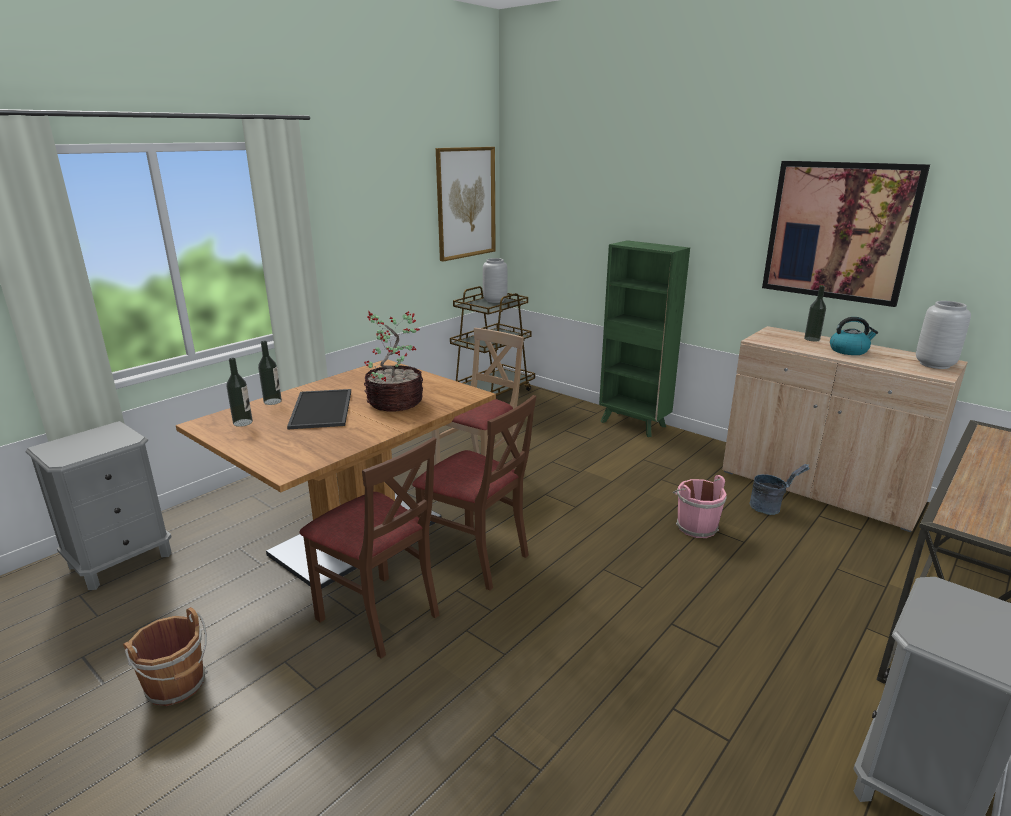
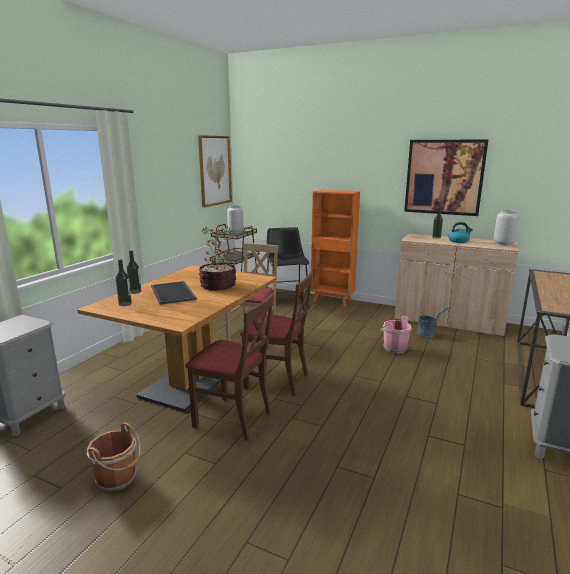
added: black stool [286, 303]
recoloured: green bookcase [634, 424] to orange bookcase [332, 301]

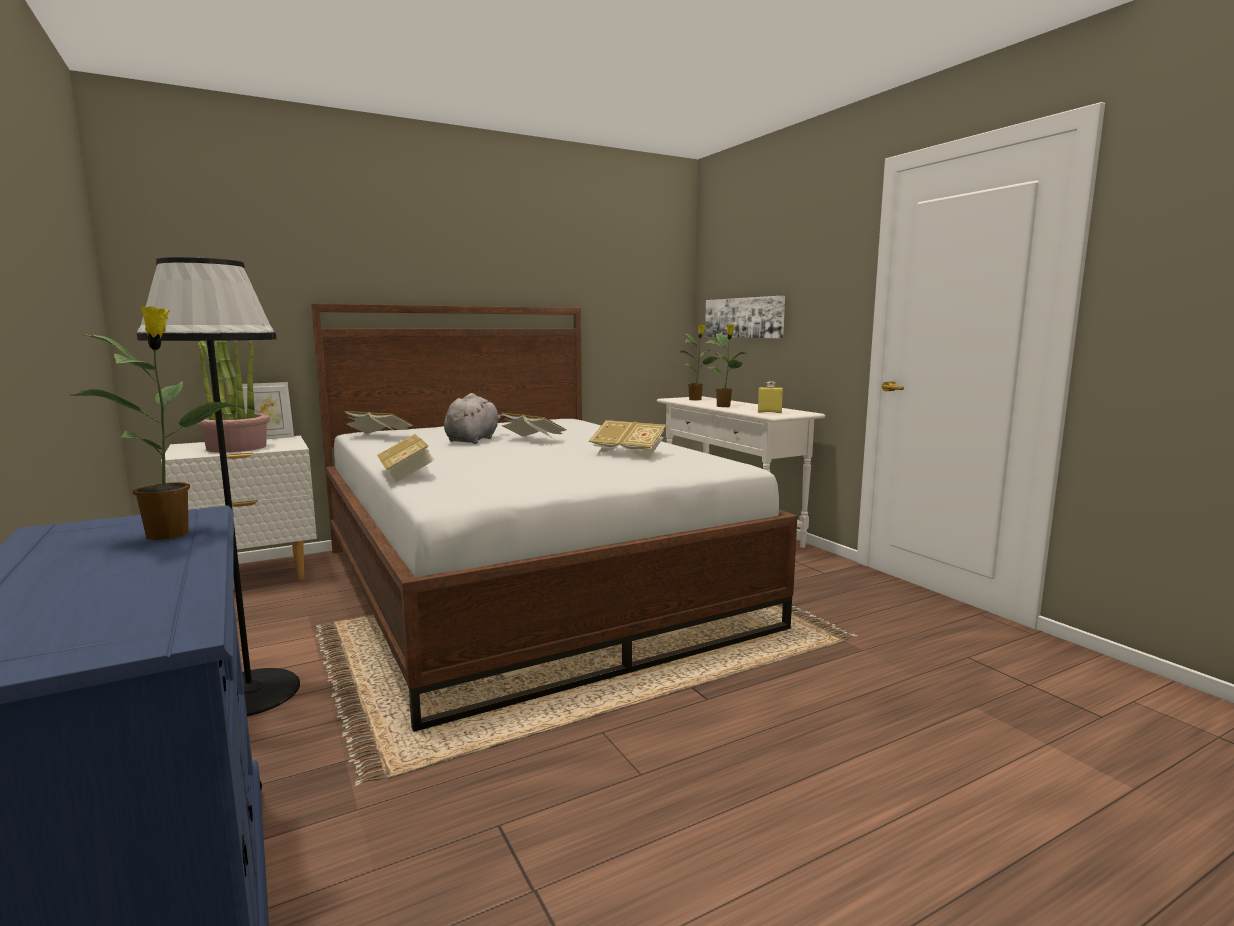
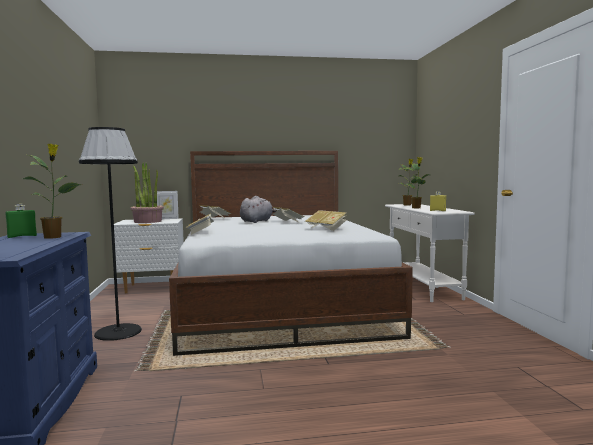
removed: picture [744, 318]
added: green bottle [22, 236]

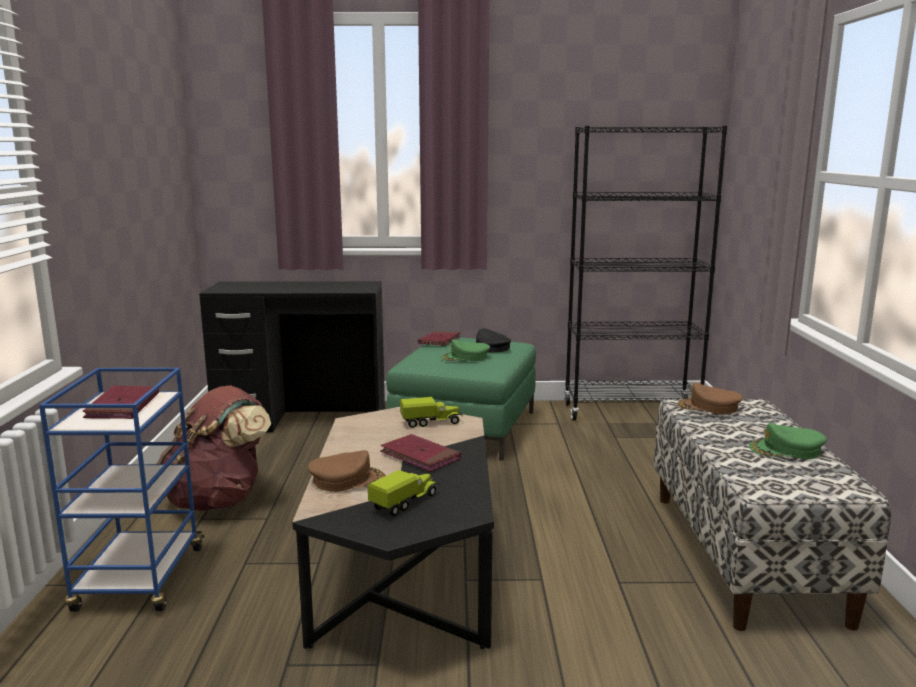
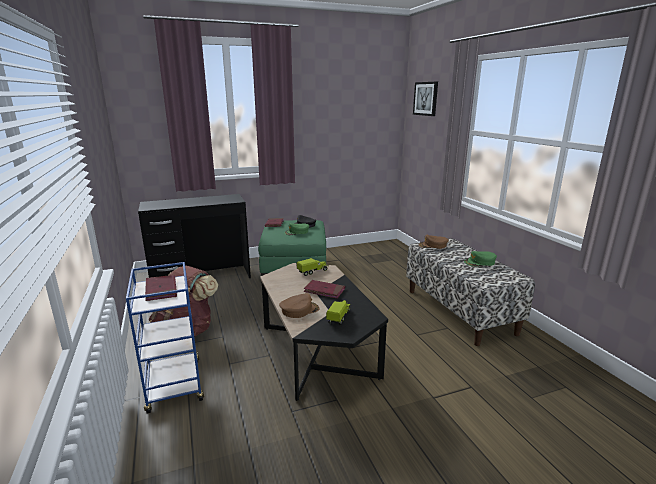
removed: black bookcase [631, 412]
added: picture [426, 98]

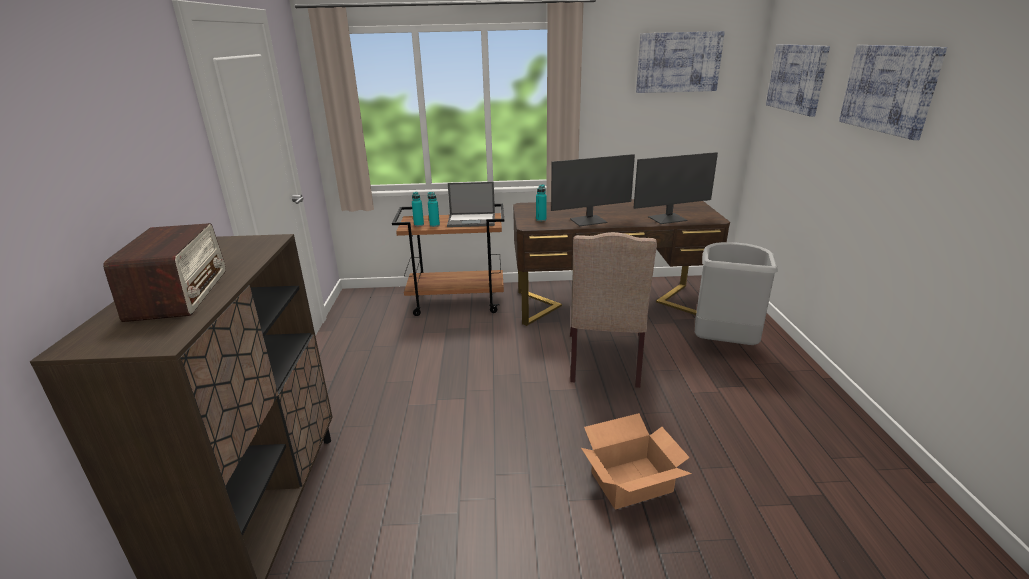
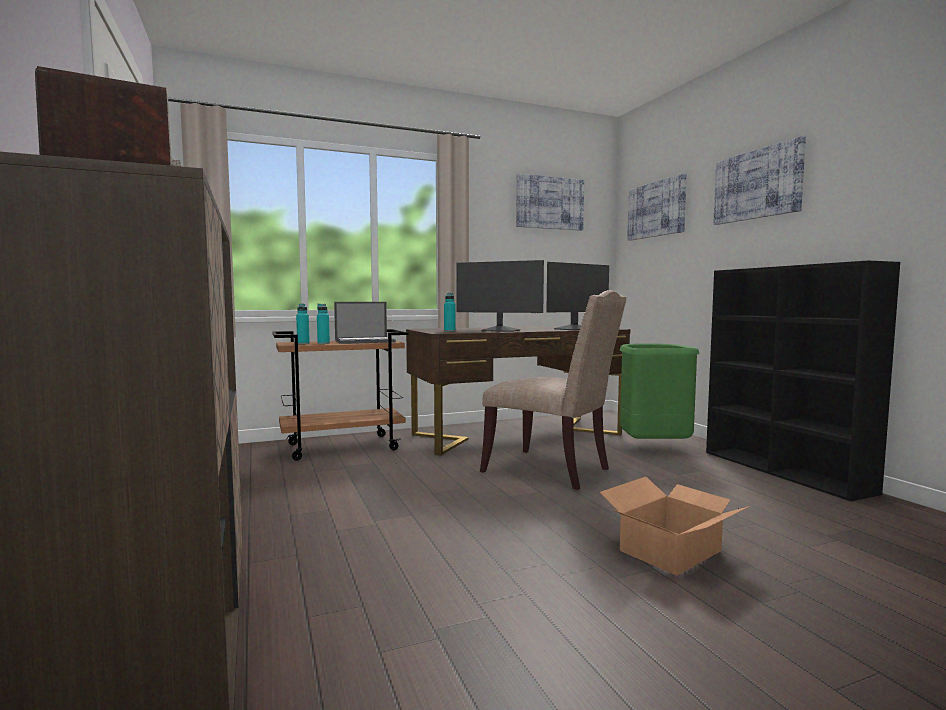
added: black bookcase [785, 471]
recoloured: grey trash can [723, 343] to green trash can [652, 448]
turned: monitor [589, 221] = [500, 330] 60 degrees clockwise; beige chair [605, 362] = [552, 470] 45 degrees counterclockwise

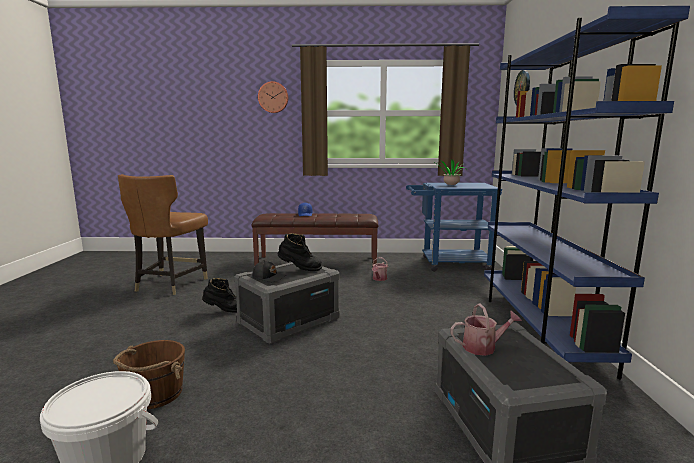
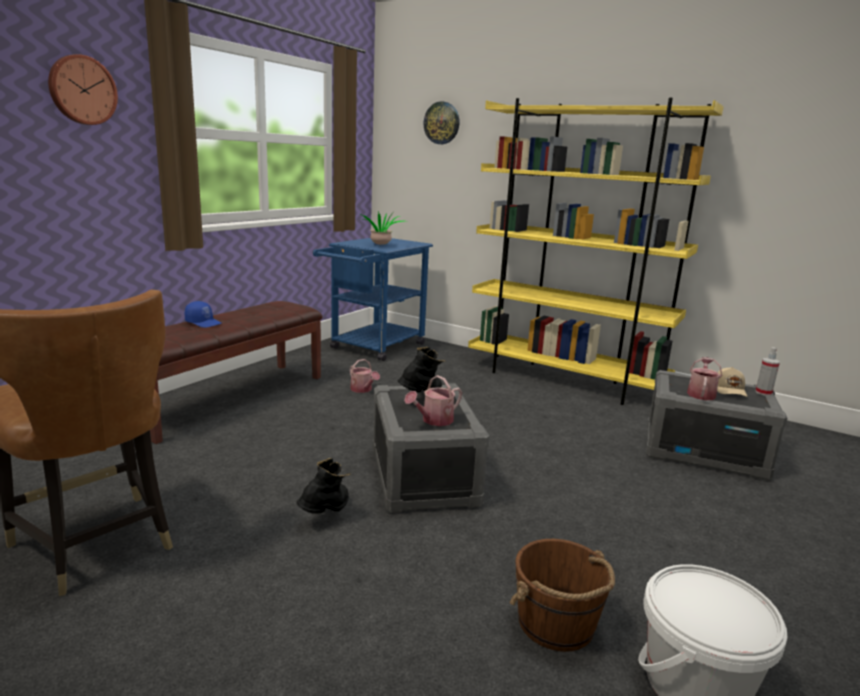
added: beige cap [730, 390]; spray bottle [763, 393]
replaced: black cap [269, 277] to watering can [434, 420]
recoloured: blue bookcase [538, 328] to yellow bookcase [564, 380]

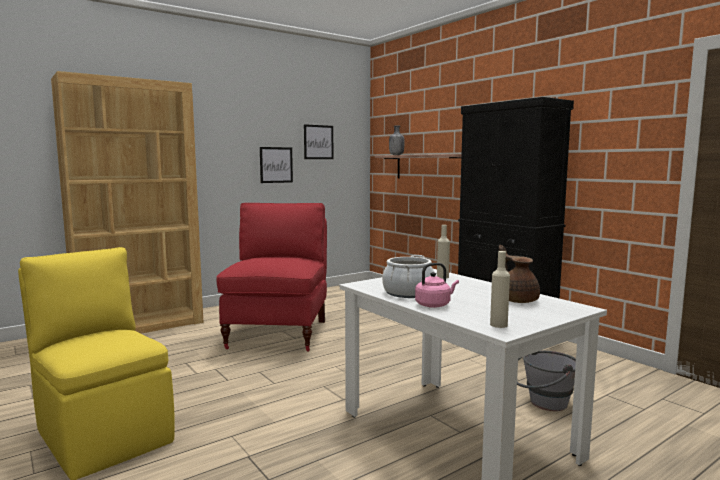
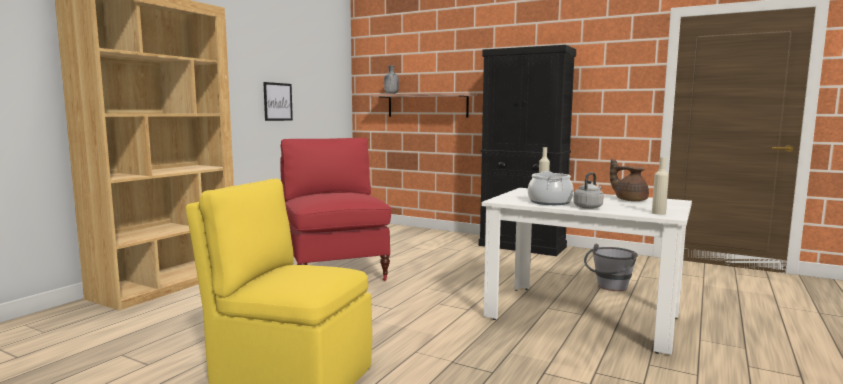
removed: picture [318, 142]
recoloured: pink kettle [434, 305] to grey kettle [588, 207]

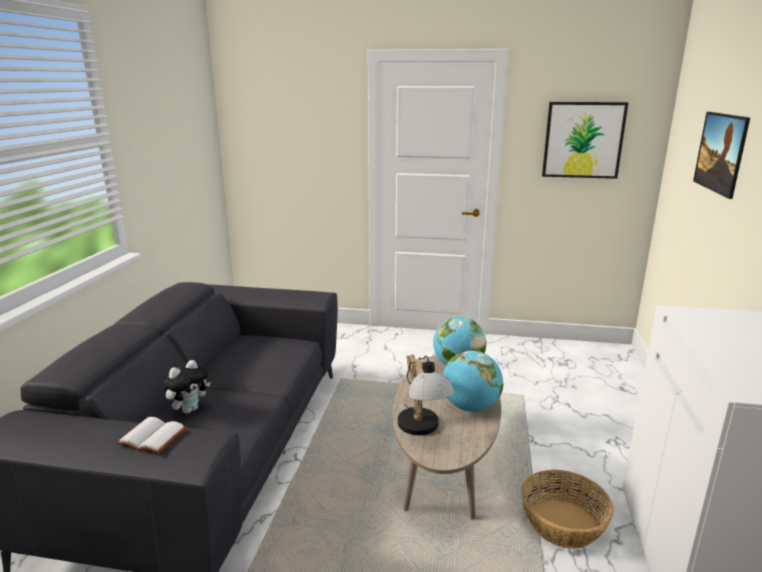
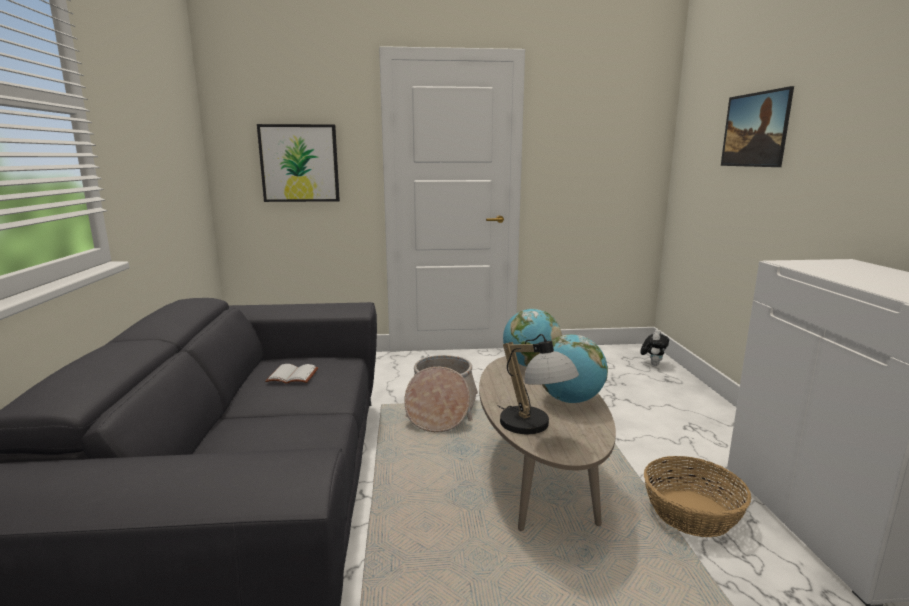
added: basket [441, 410]
moved: picture [583, 140] to [299, 163]; white book [154, 436] to [293, 375]; plush toy [190, 409] to [653, 364]

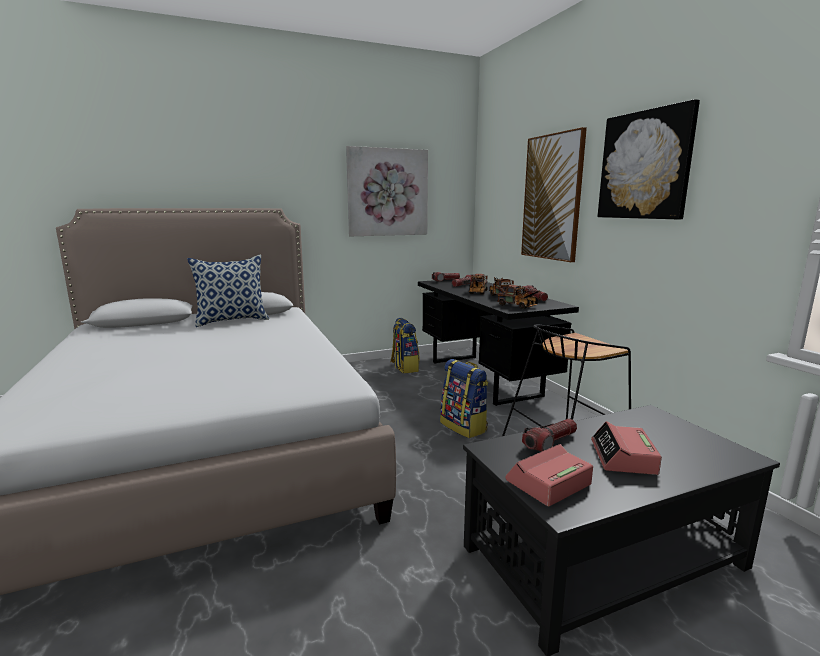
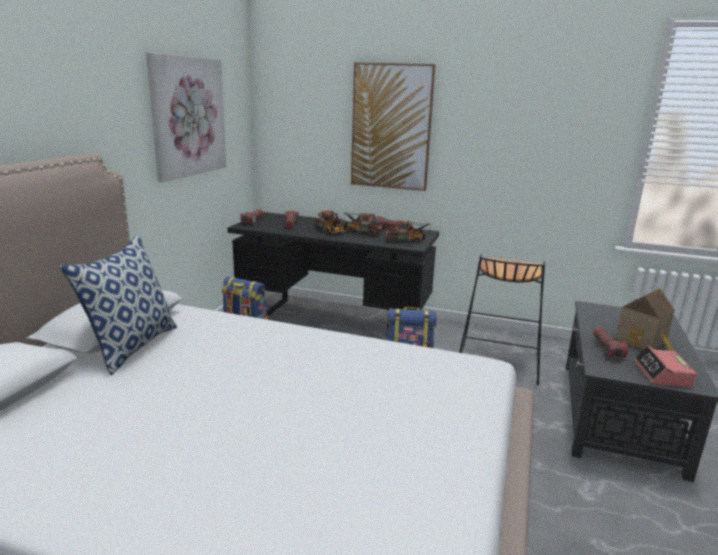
removed: picture [645, 165]
replaced: alarm clock [623, 457] to toy house [643, 341]

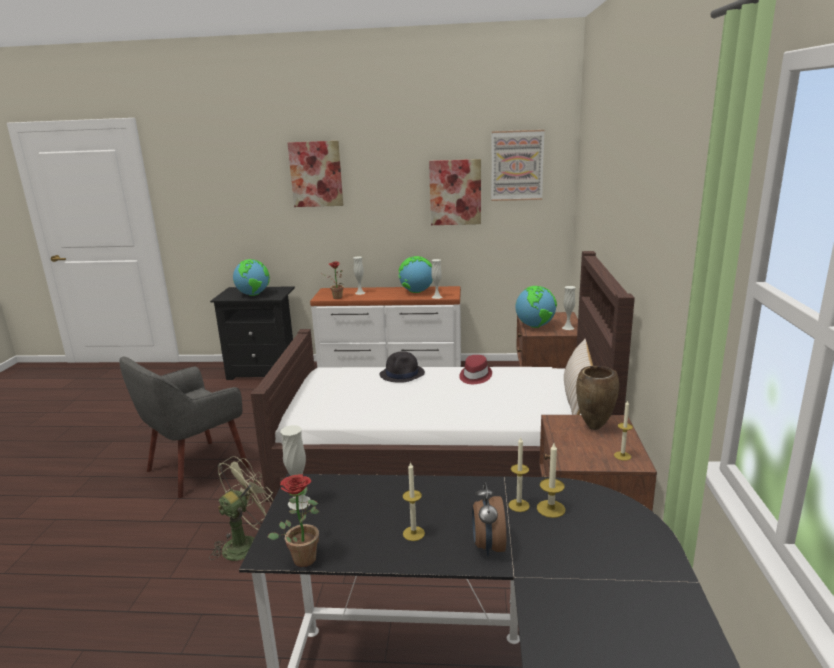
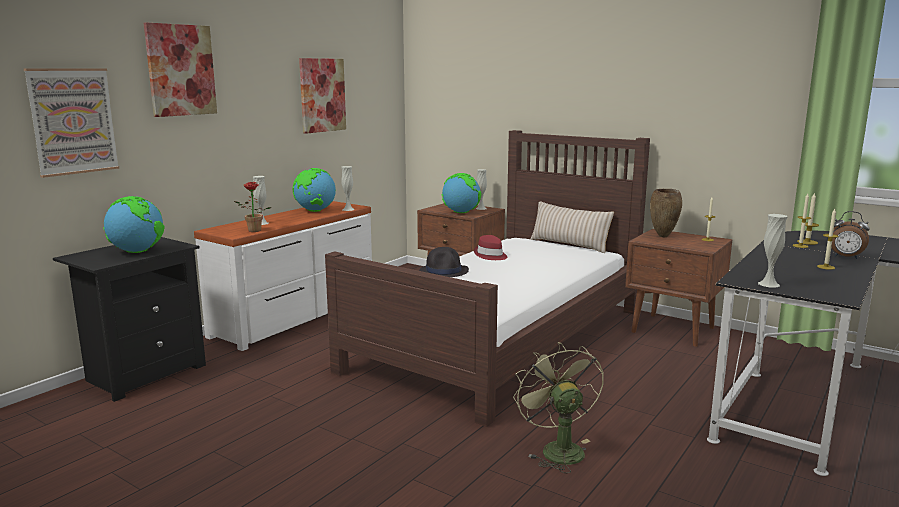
removed: grey armchair [195, 468]; potted plant [303, 555]
moved: picture [517, 165] to [73, 121]

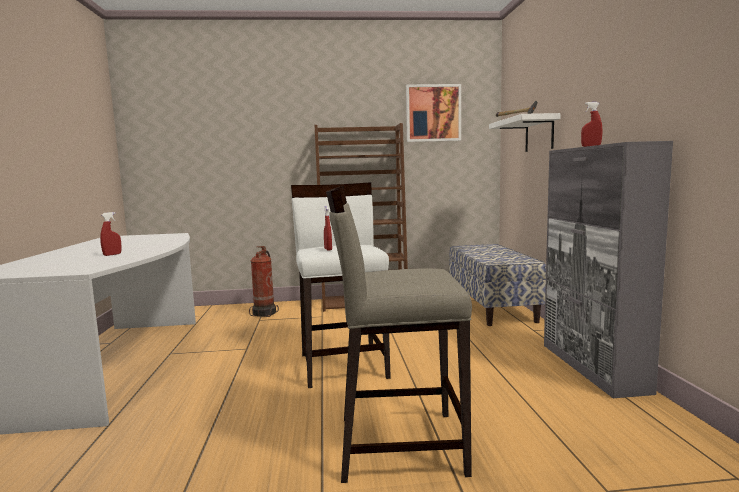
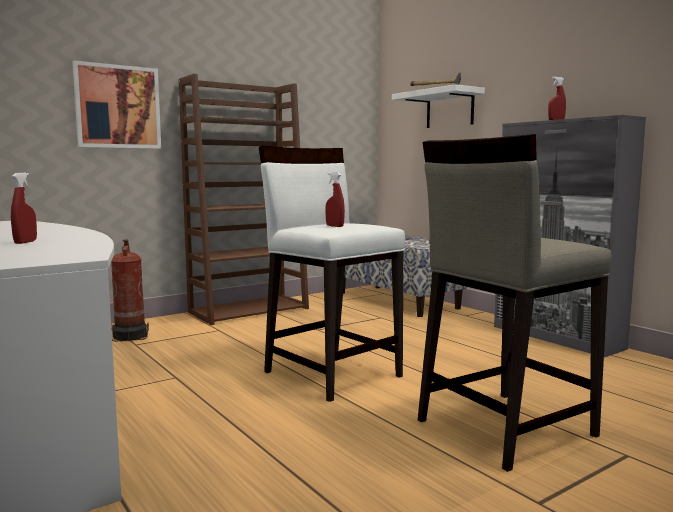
moved: picture [433, 113] to [118, 107]

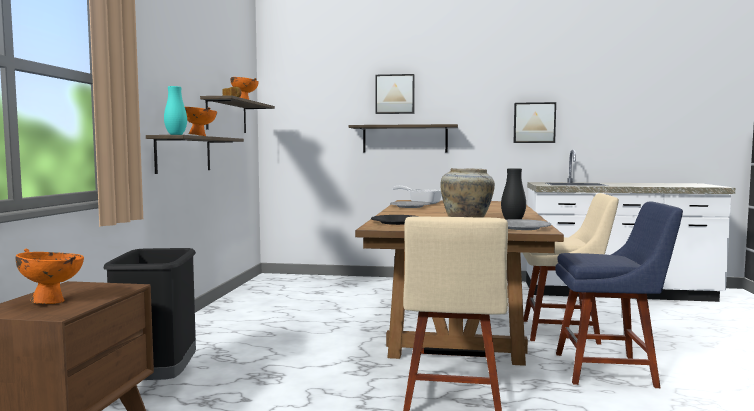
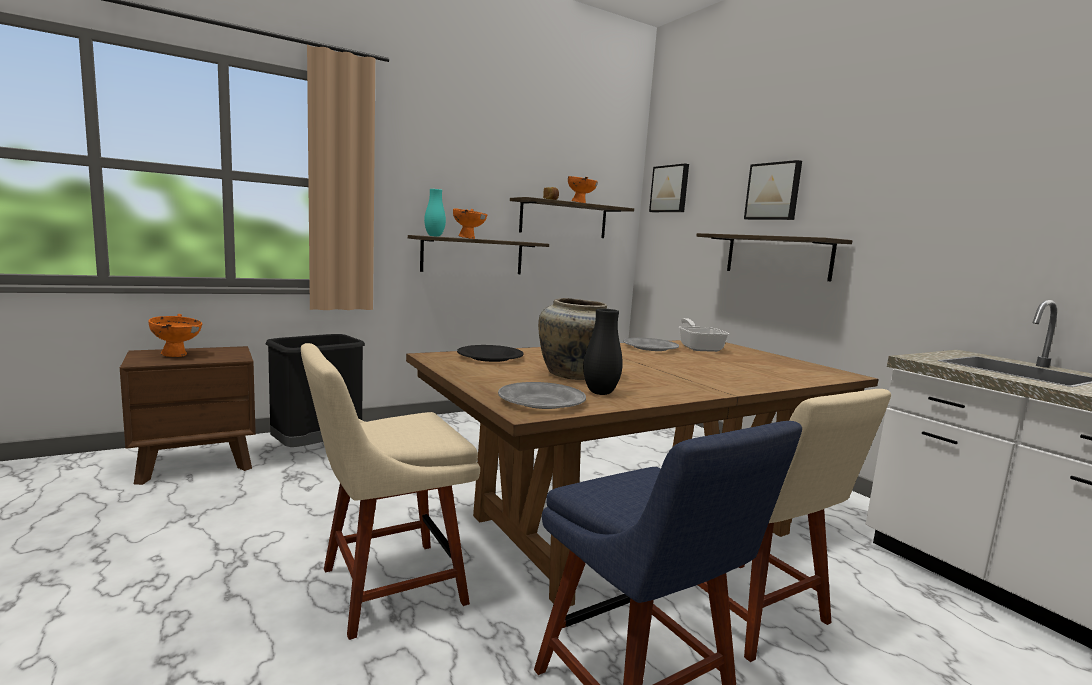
moved: picture [534, 123] to [670, 189]

